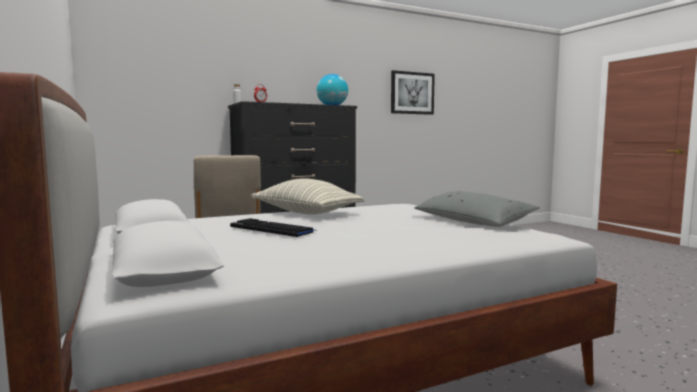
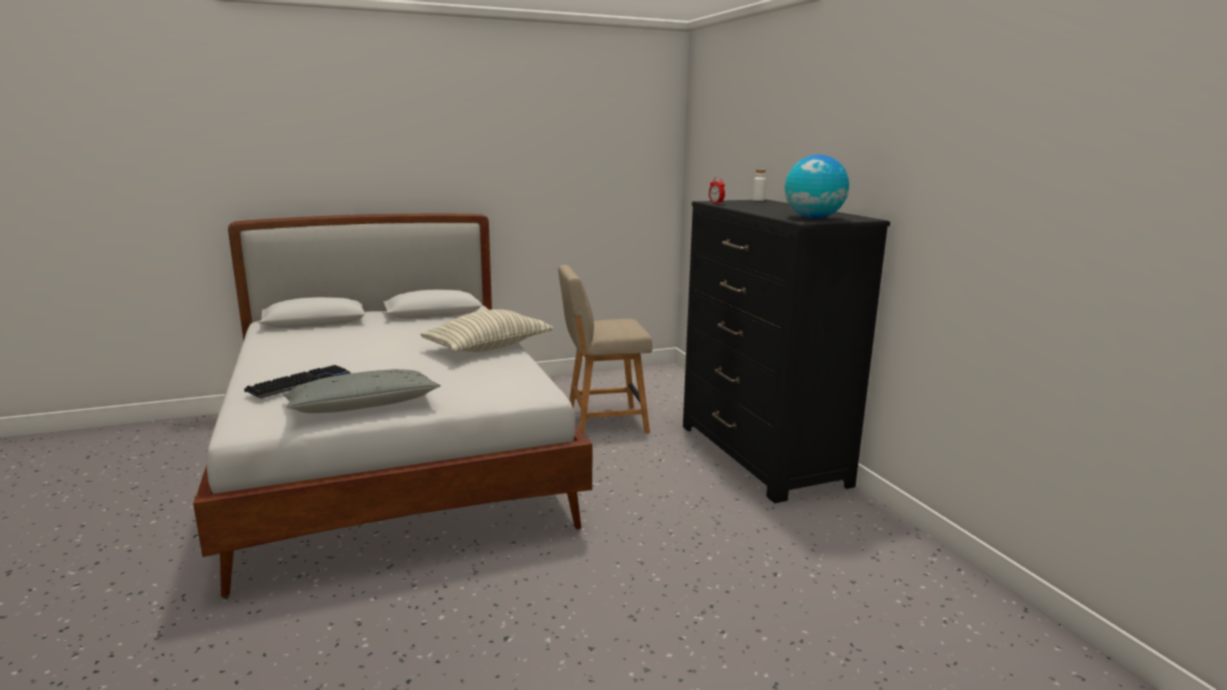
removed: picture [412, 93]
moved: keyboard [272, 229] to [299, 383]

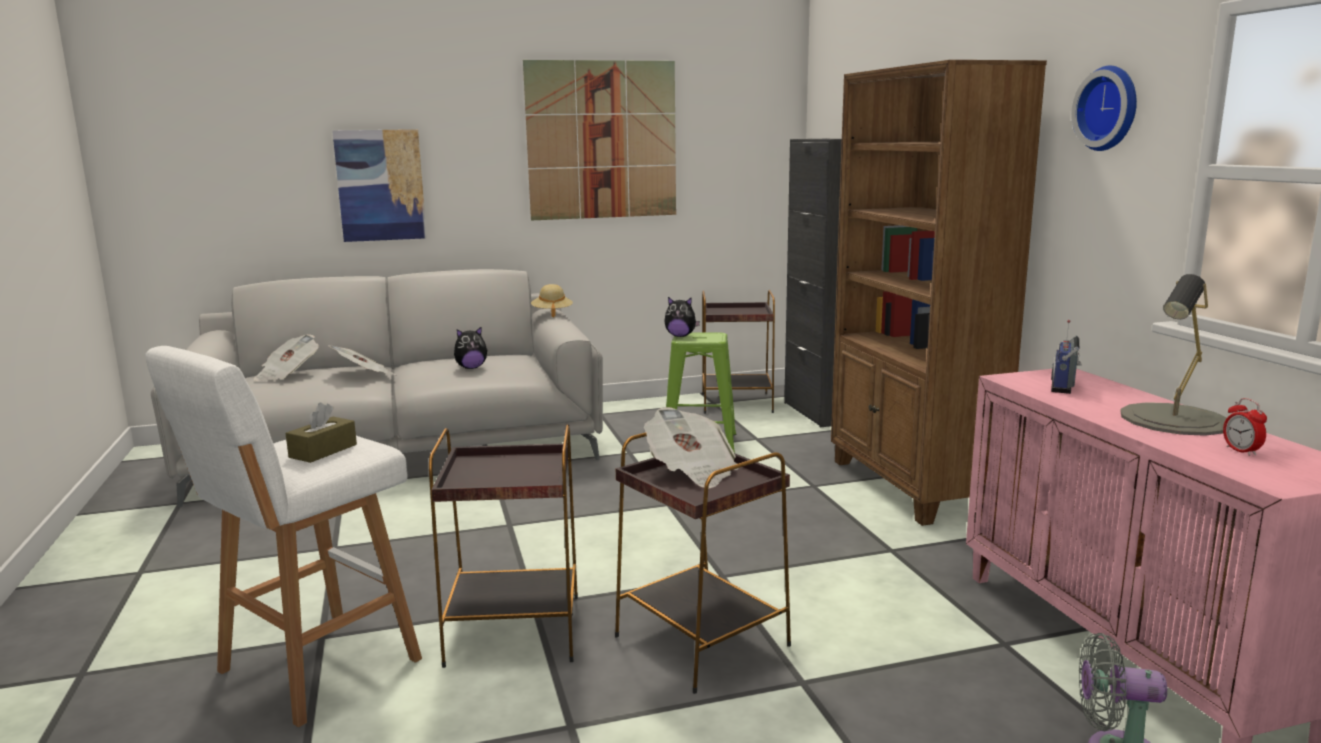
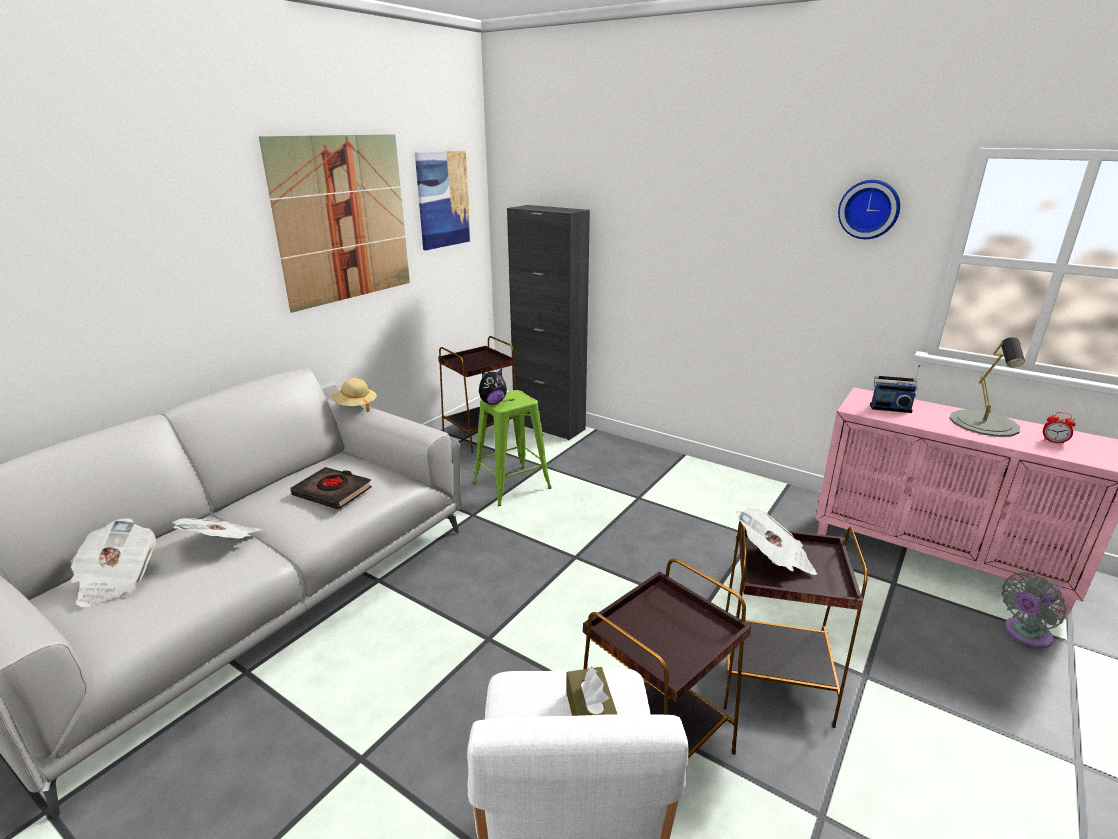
removed: brown bookcase [911, 486]
moved: picture [380, 185] to [443, 199]
replaced: plush toy [471, 368] to black book [333, 492]
turned: radio [1065, 386] = [889, 408] 60 degrees counterclockwise

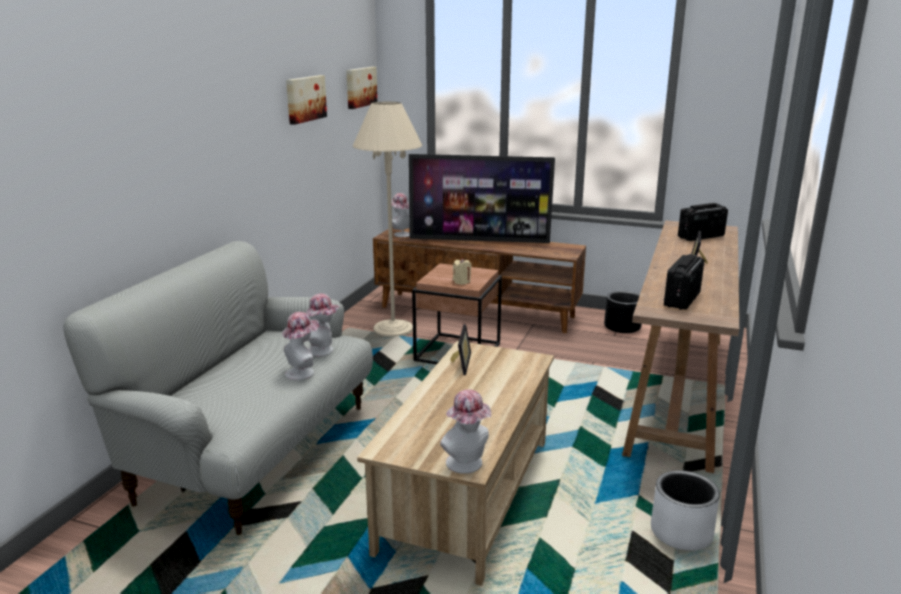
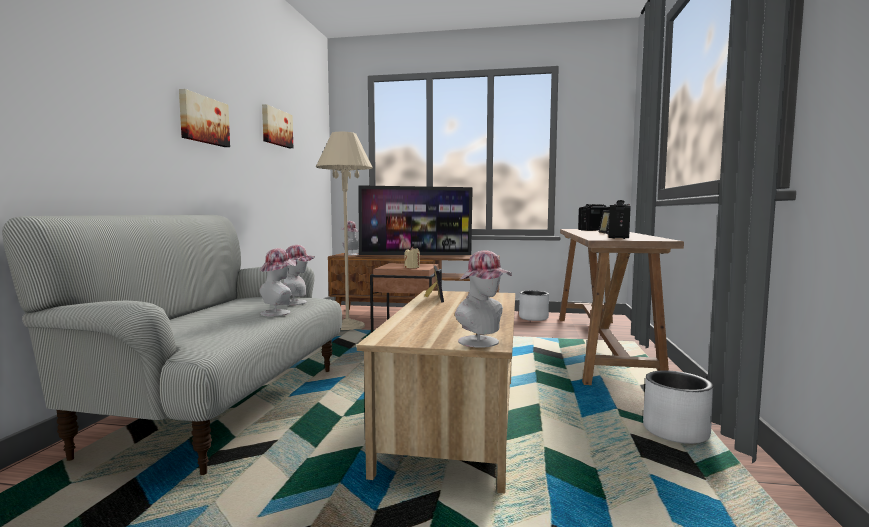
moved: picture [360, 87] to [203, 120]
recoloured: black planter [622, 327] to white planter [533, 318]

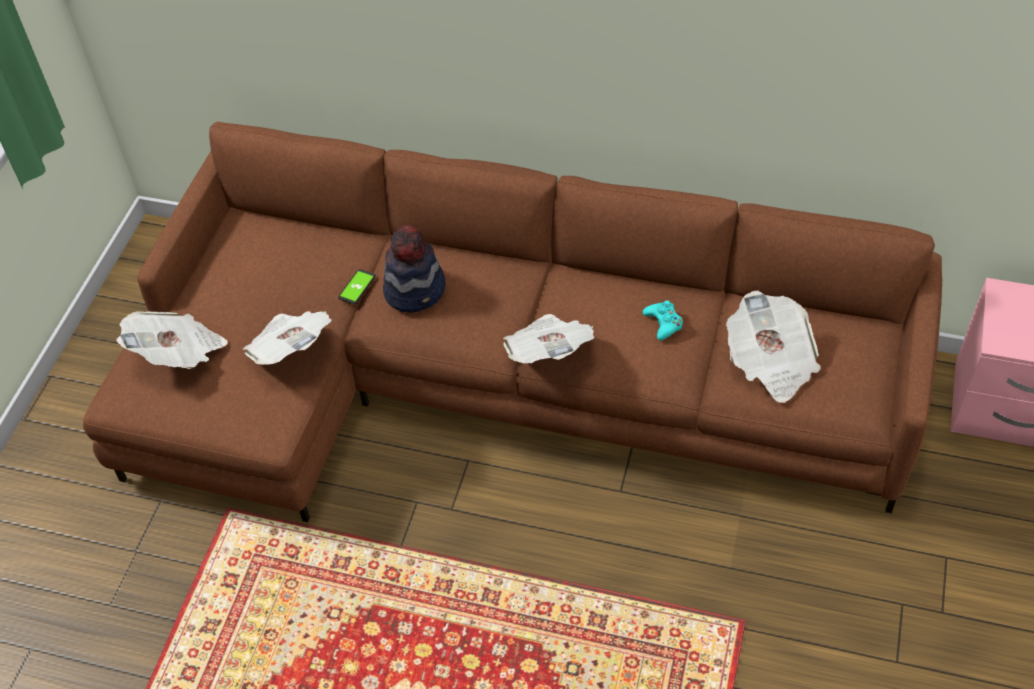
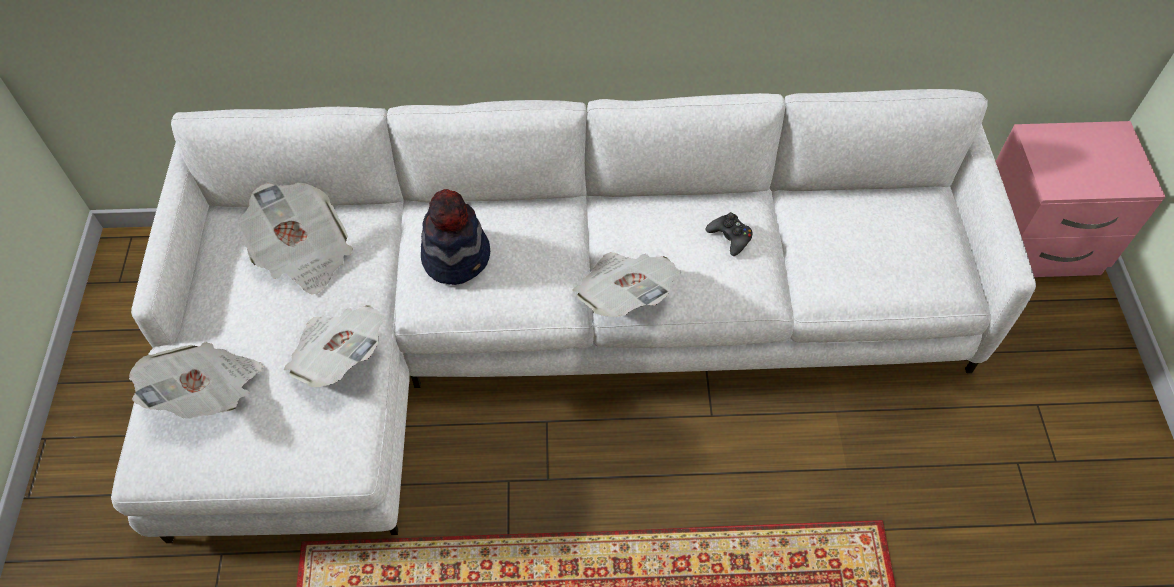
removed: phone [357, 287]
moved: newspaper [770, 363] to [303, 254]
recoloured: brown sofa [492, 381] to white sofa [541, 330]; turquoise game controller [663, 323] to black game controller [730, 237]

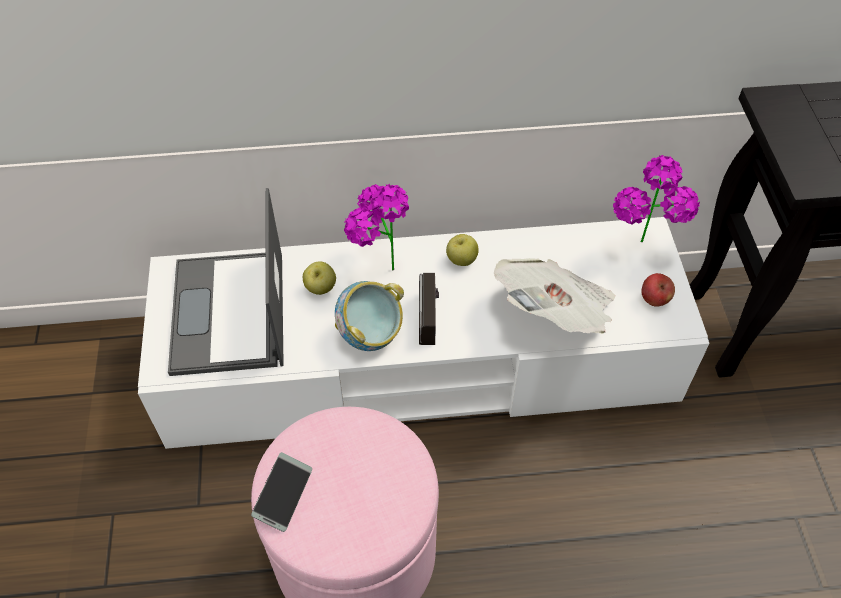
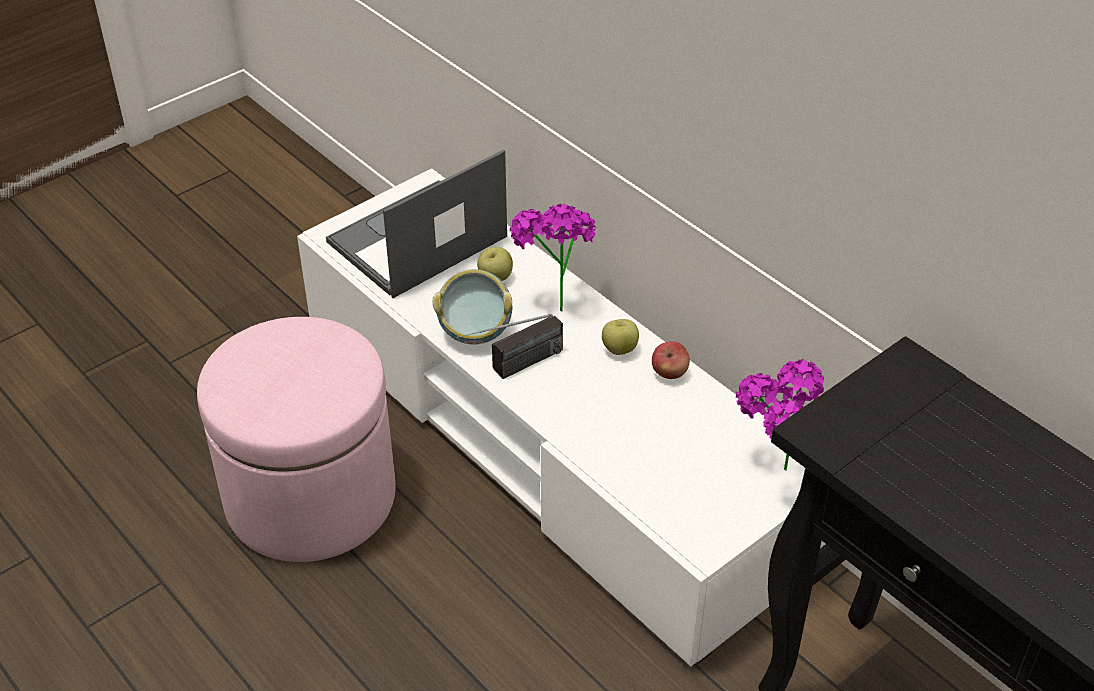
removed: phone [283, 495]; newspaper [555, 313]
moved: apple [654, 299] to [669, 373]

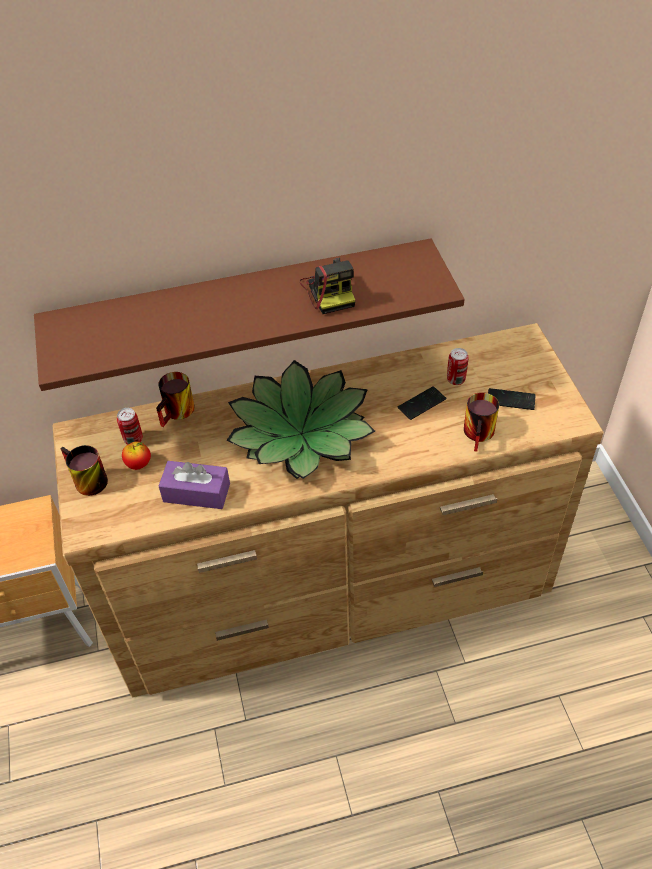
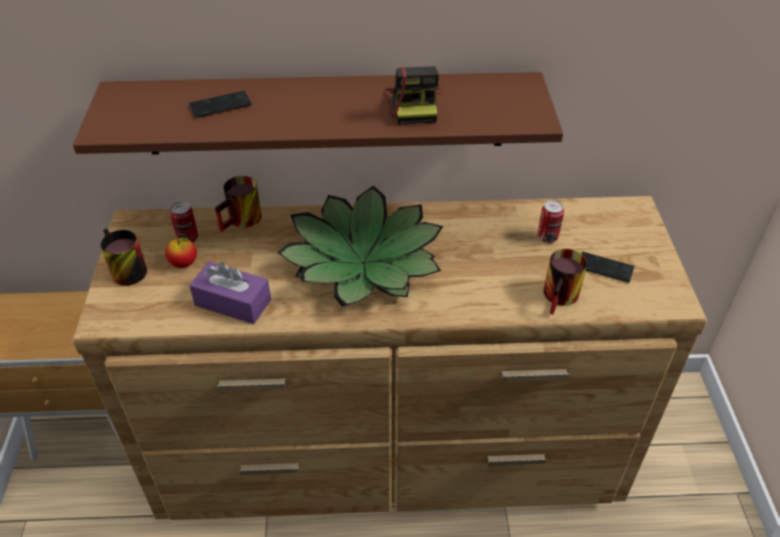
moved: phone [421, 404] to [220, 106]

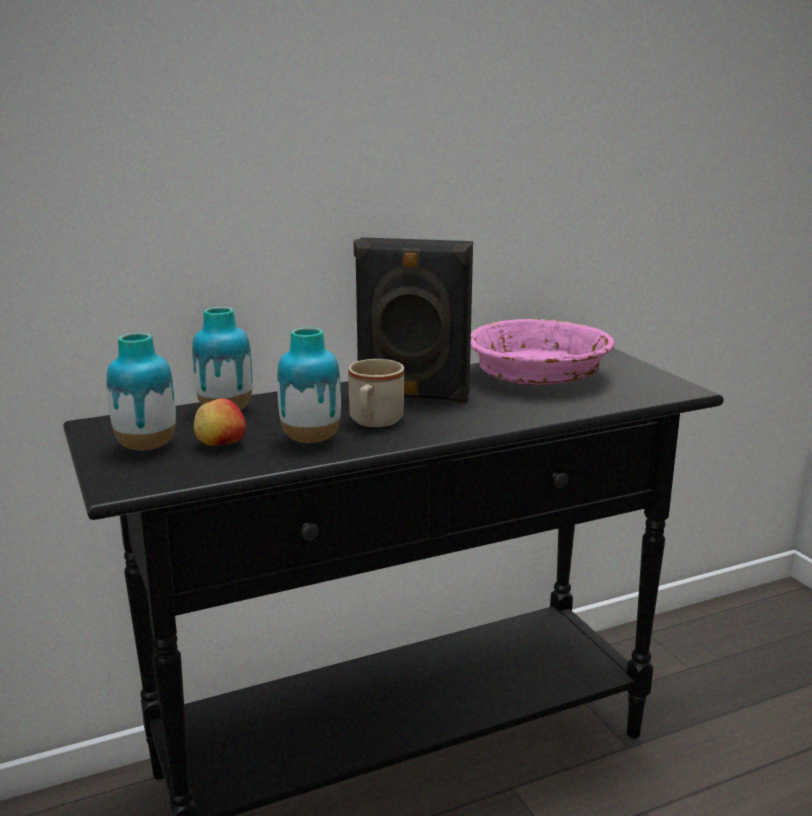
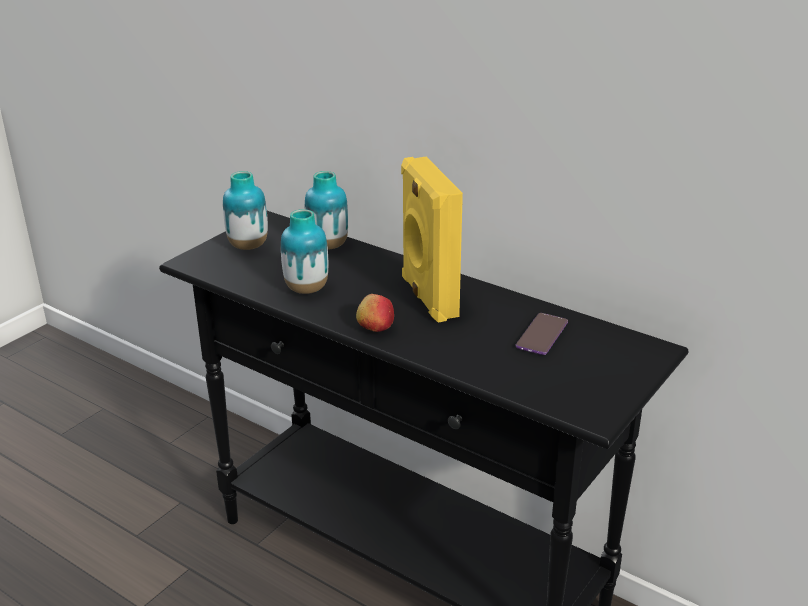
removed: beige mug [374, 422]
moved: apple [220, 444] to [375, 327]
replaced: pink bowl [538, 375] to phone [542, 335]
recoloured: black speaker [412, 396] to yellow speaker [427, 297]

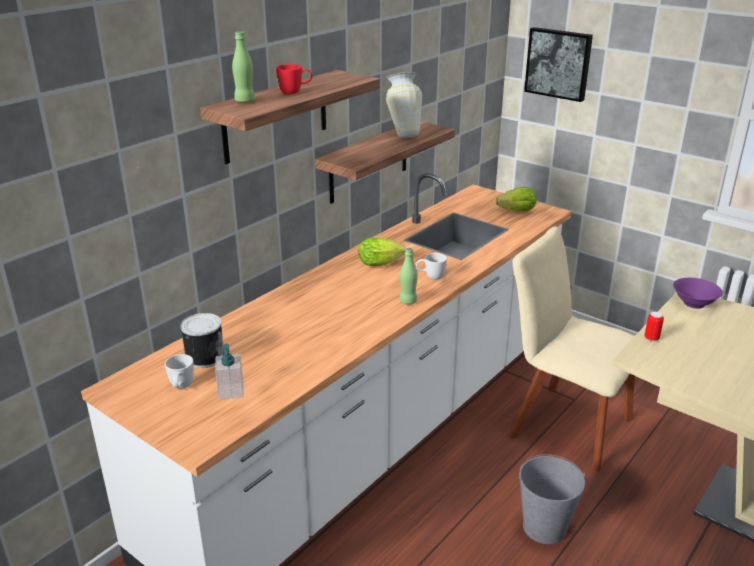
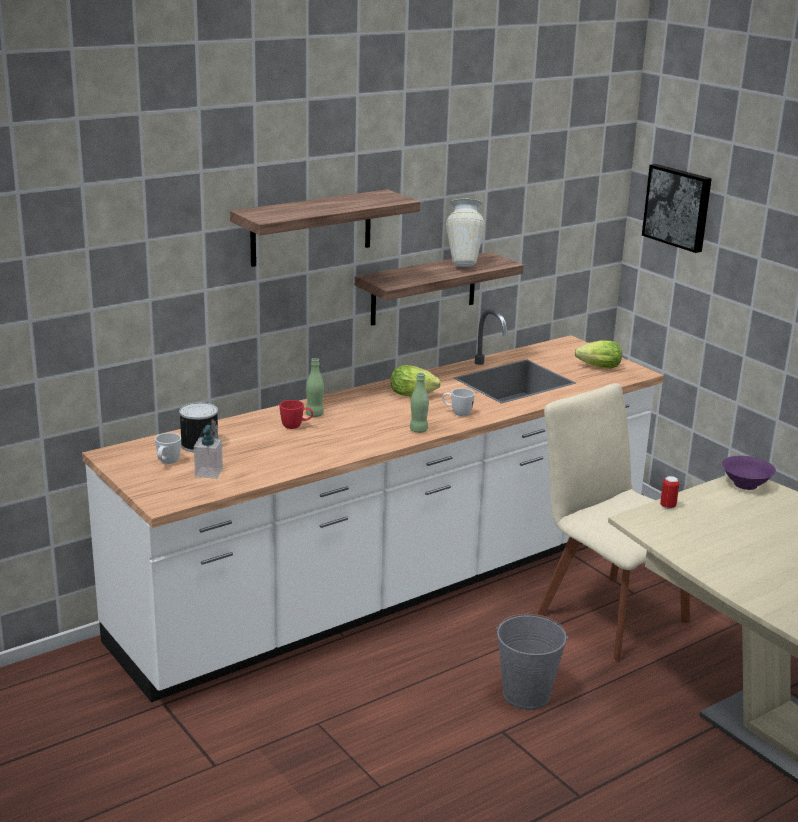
moved: red mug [295, 92] to [296, 427]; green bottle [245, 101] to [314, 414]

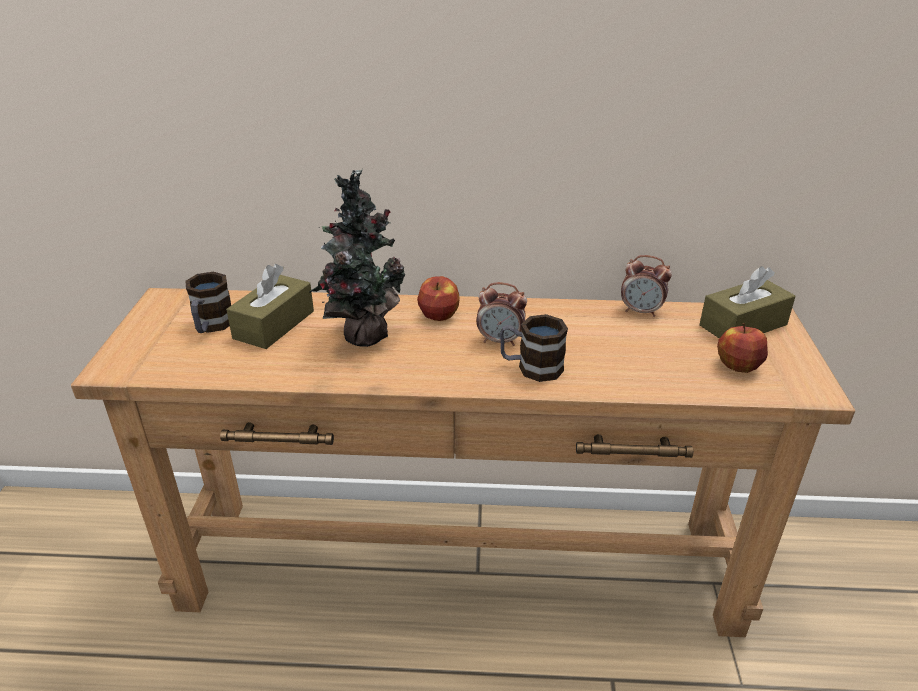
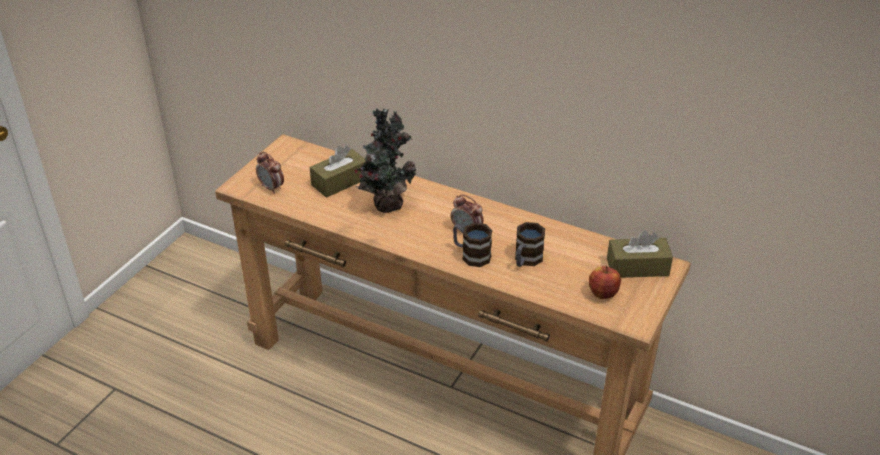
removed: apple [439, 315]
moved: alarm clock [641, 311] to [271, 188]; mug [211, 326] to [526, 260]

